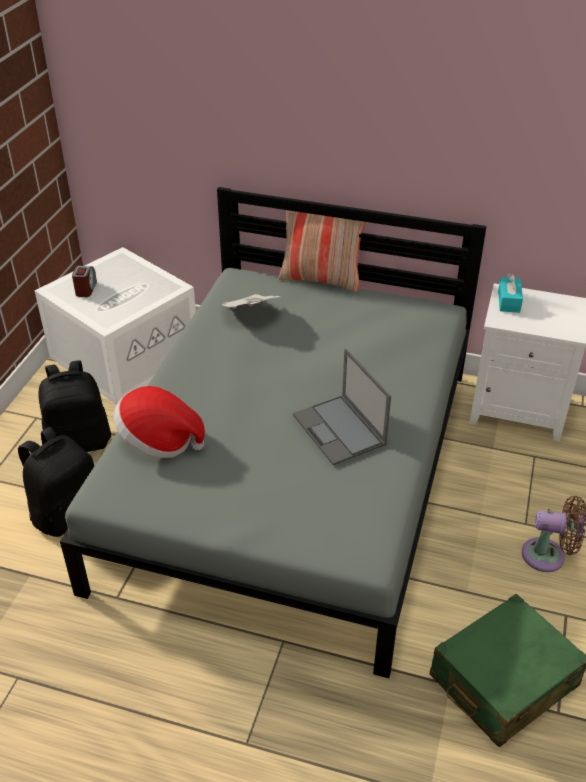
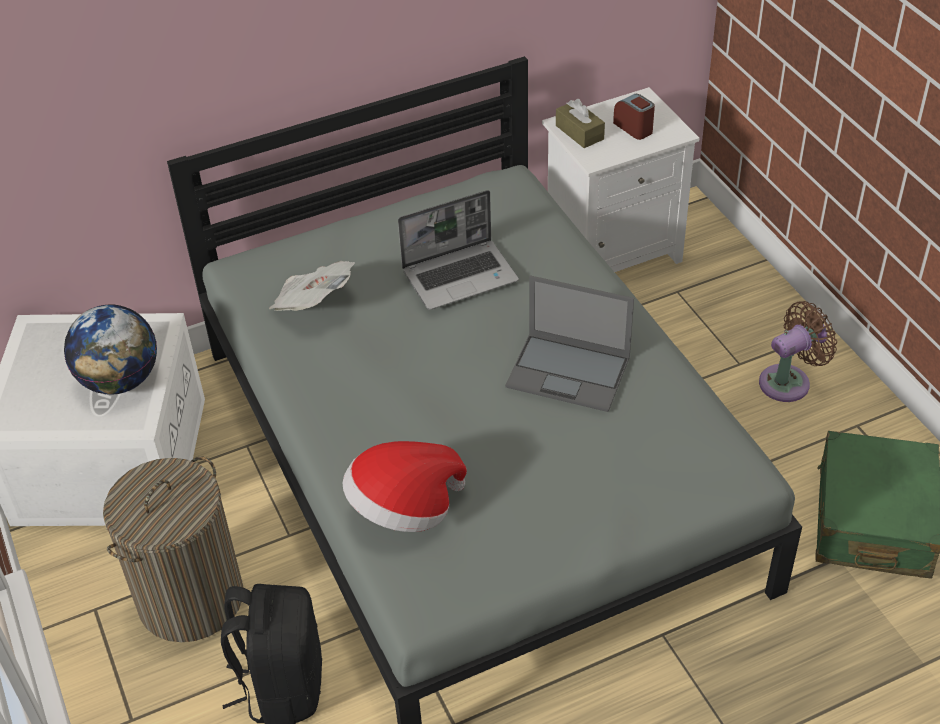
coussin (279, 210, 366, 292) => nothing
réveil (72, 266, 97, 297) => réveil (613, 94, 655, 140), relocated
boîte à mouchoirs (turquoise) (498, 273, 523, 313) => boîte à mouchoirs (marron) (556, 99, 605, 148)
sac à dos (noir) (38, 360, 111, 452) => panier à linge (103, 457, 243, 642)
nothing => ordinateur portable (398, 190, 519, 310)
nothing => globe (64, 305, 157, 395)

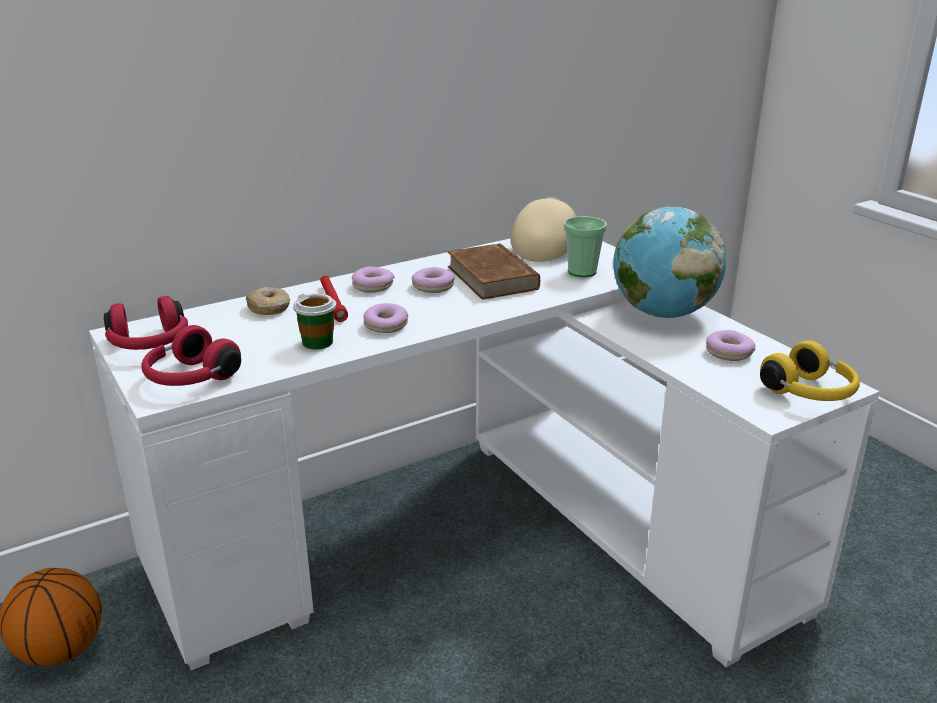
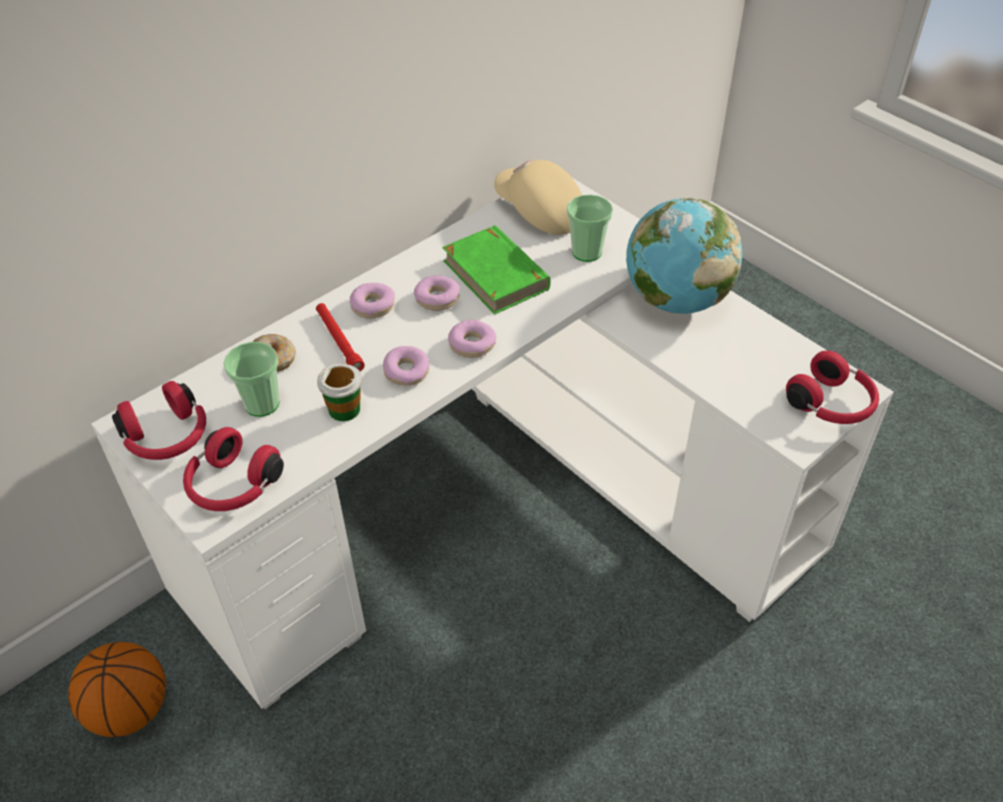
casquette (beige) (511, 197, 576, 262) => casquette (beige) (494, 160, 582, 235), 60 degrees counterclockwise
livre (marron) (447, 243, 540, 300) => livre (vert) (442, 225, 550, 314)
beignet (706, 330, 756, 361) => beignet (448, 320, 496, 358), relocated
casque audio (jaune) (760, 340, 860, 401) => casque audio (rouge) (786, 351, 879, 424)
nothing => tasse (223, 342, 279, 417)

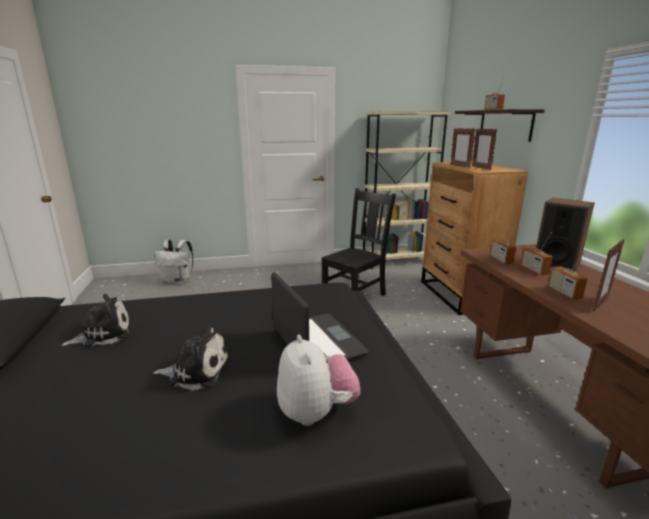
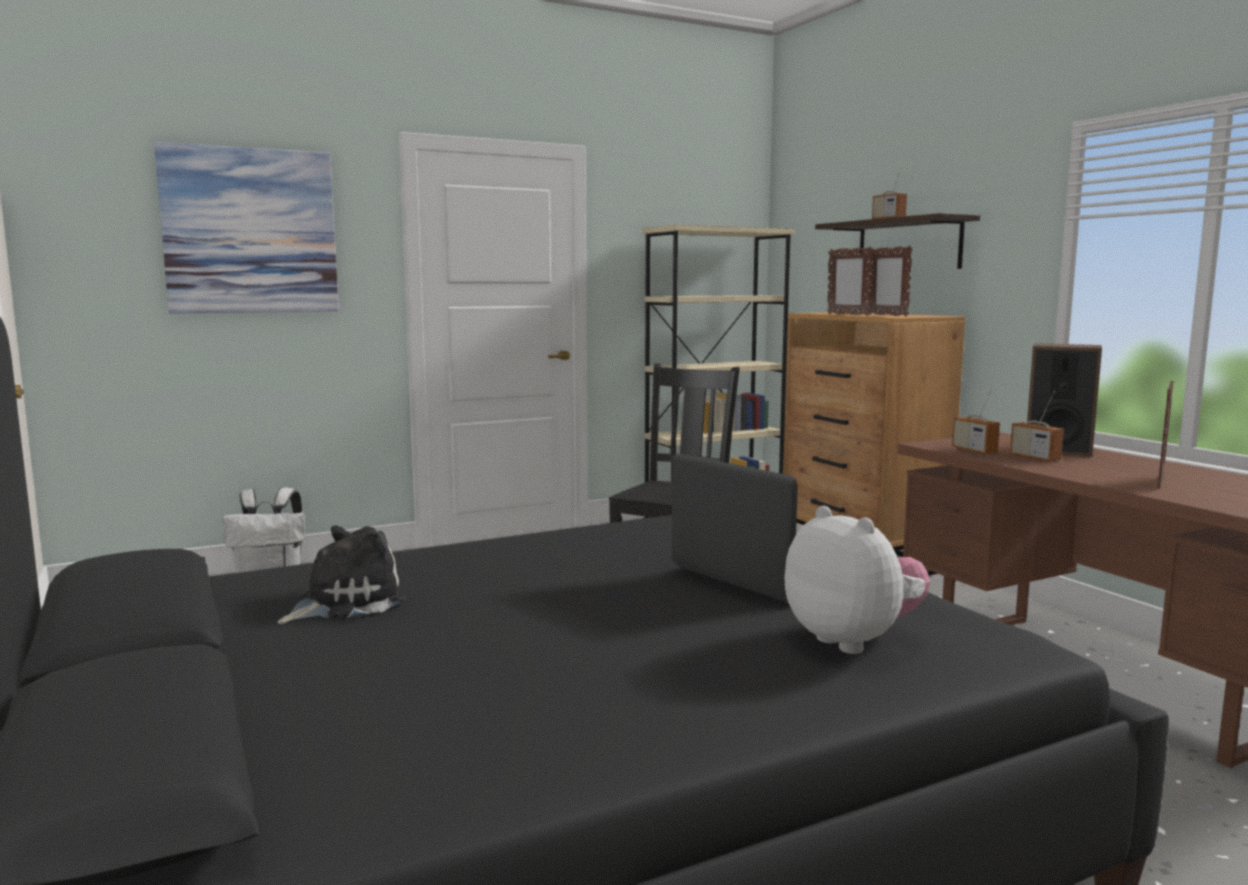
radio (548, 250, 588, 300) => nothing
peluche (153, 324, 230, 391) => nothing
nothing => tableau (154, 142, 339, 314)

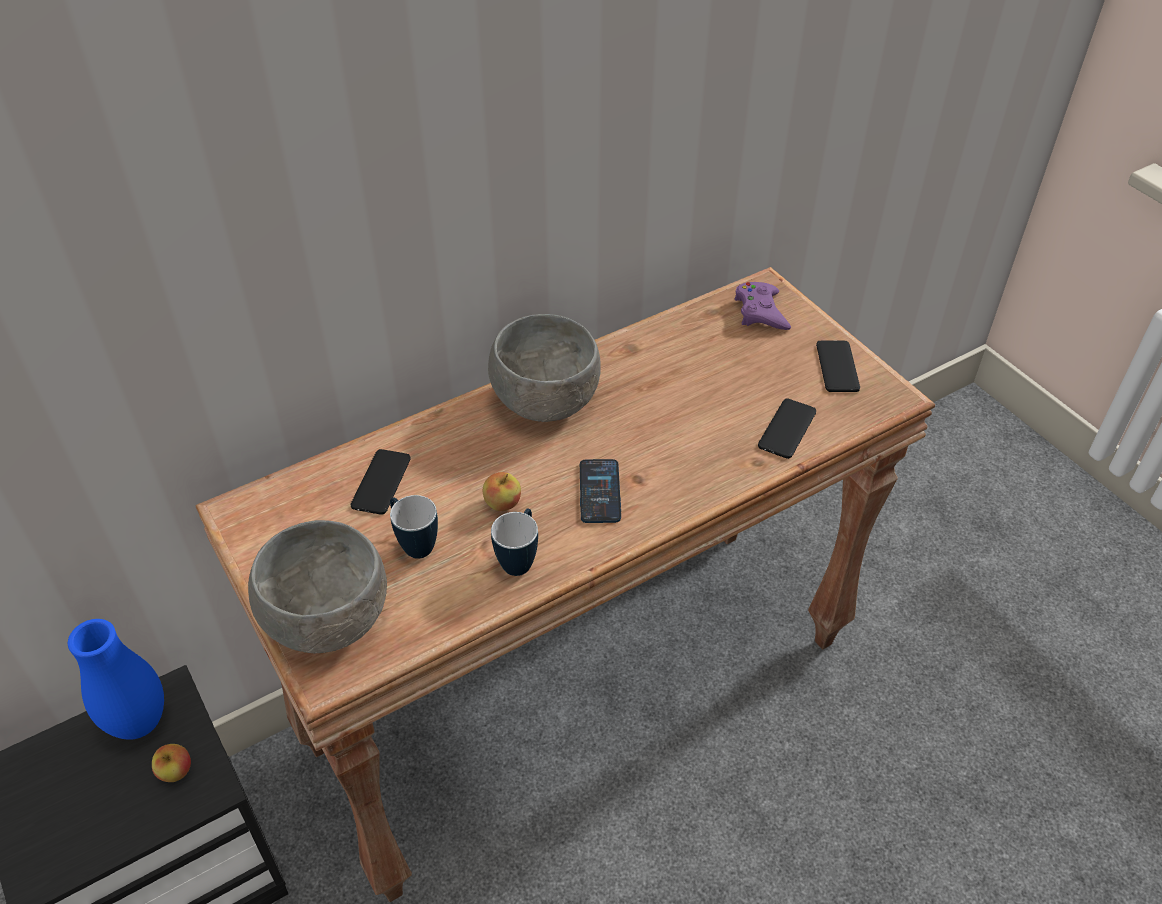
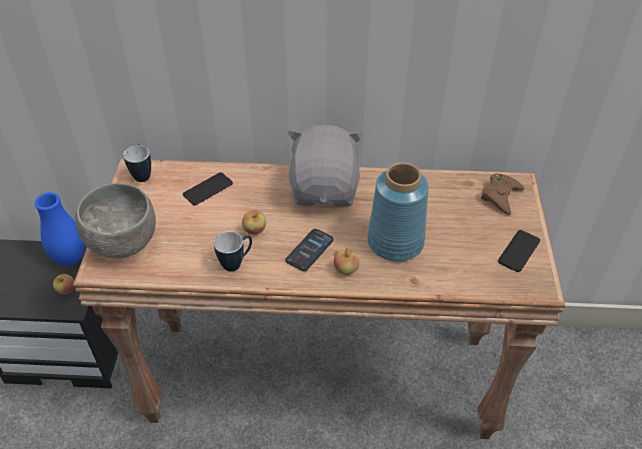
manette (violet) (734, 282, 791, 330) => manette (marron) (481, 173, 524, 215)
bol (gris) (488, 314, 601, 422) => peluche (gris) (288, 125, 364, 207)
téléphone (758, 398, 816, 459) => nothing
mug (390, 495, 438, 559) => mug (123, 144, 151, 182), relocated
nothing => vase (bleu) (367, 162, 429, 262)
nothing => pomme (334, 248, 360, 275)

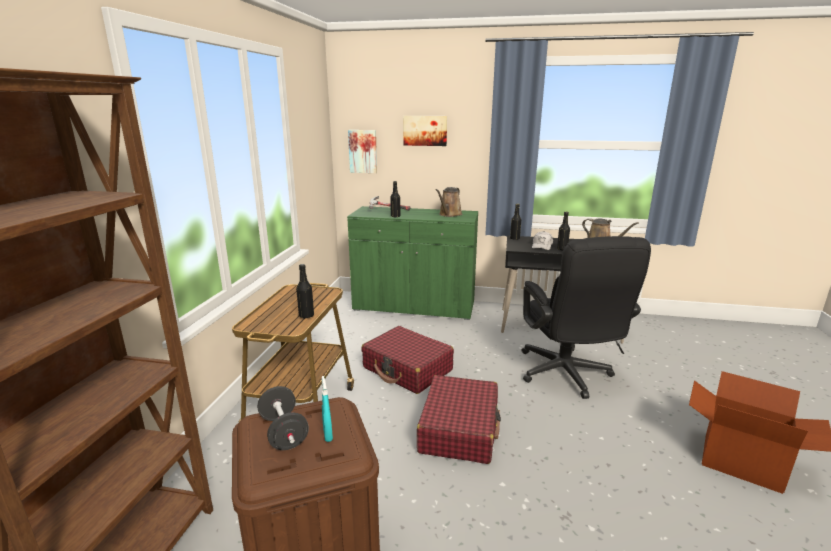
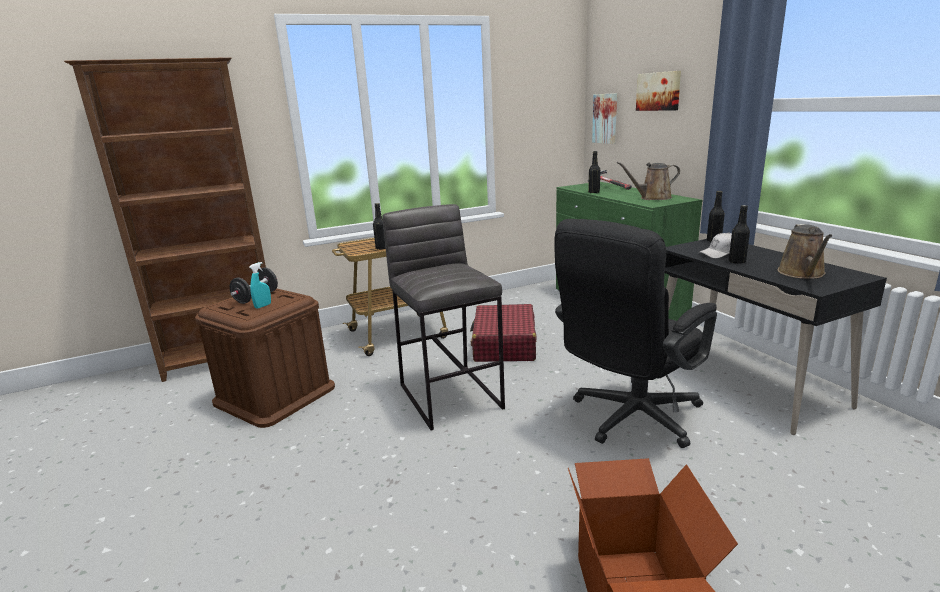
valise (rouge) (417, 375, 501, 464) => tabouret (gris) (382, 204, 505, 430)

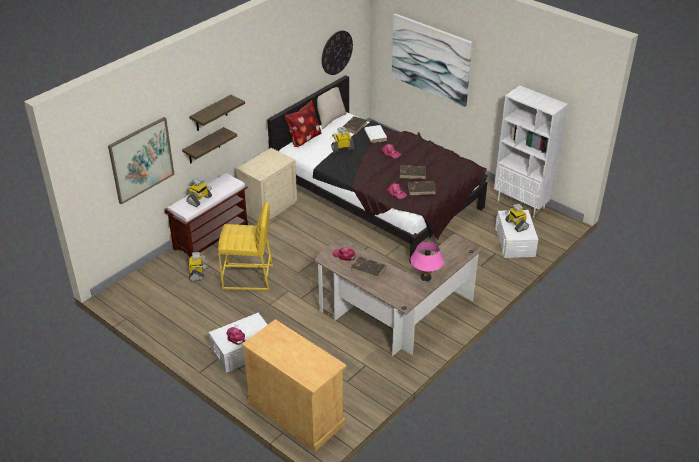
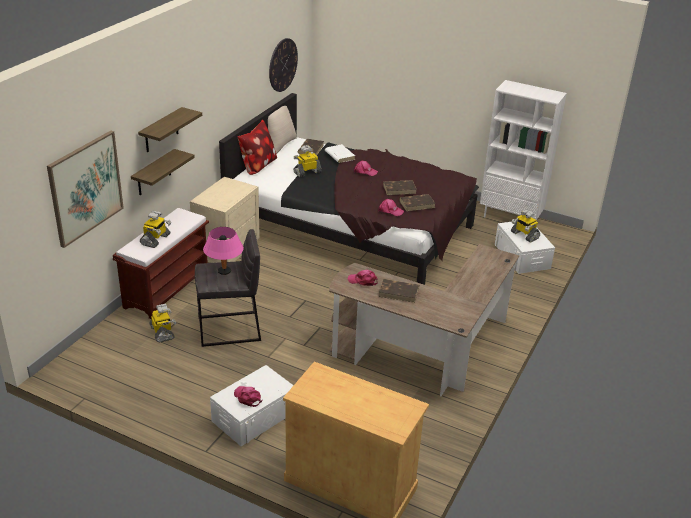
tableau (392, 14, 472, 107) => nothing
tabouret (jaune) (218, 202, 273, 290) => tabouret (gris) (195, 229, 261, 347)
lampe de table (rose) (410, 242, 444, 281) => lampe de table (rose) (203, 227, 244, 275), relocated

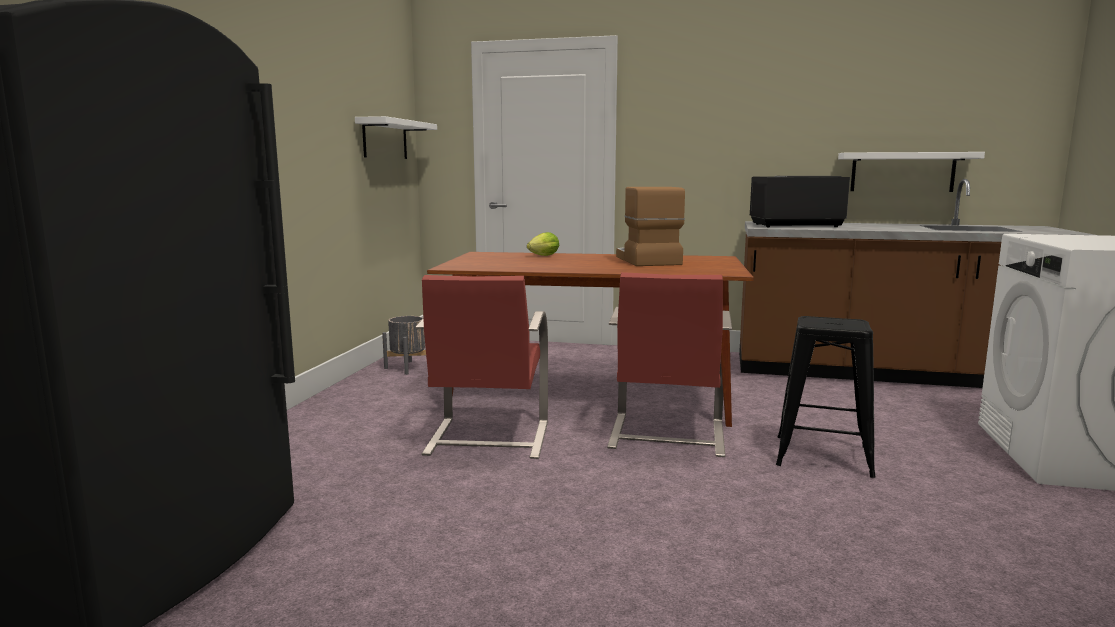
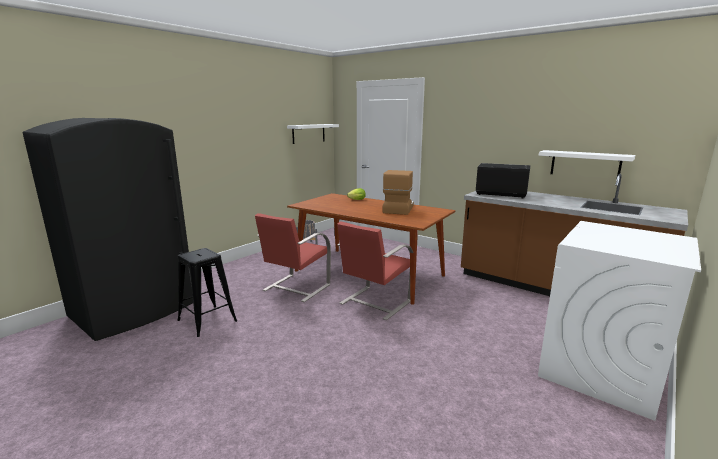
tabouret (noir) (776, 316, 876, 478) => tabouret (noir) (177, 248, 237, 337), relocated

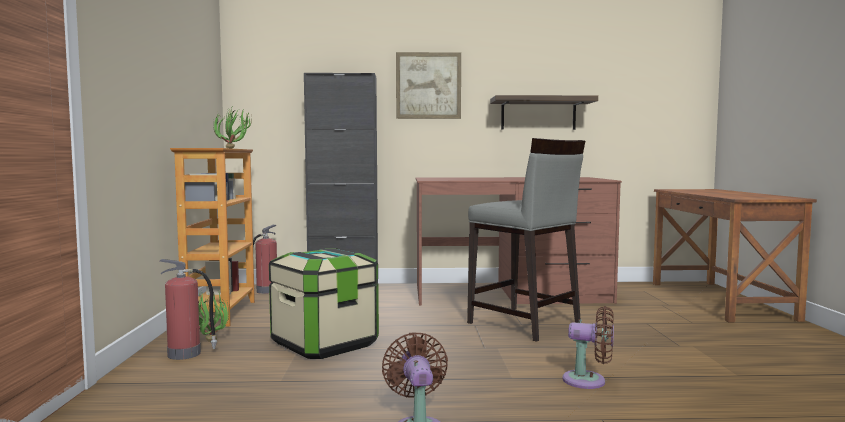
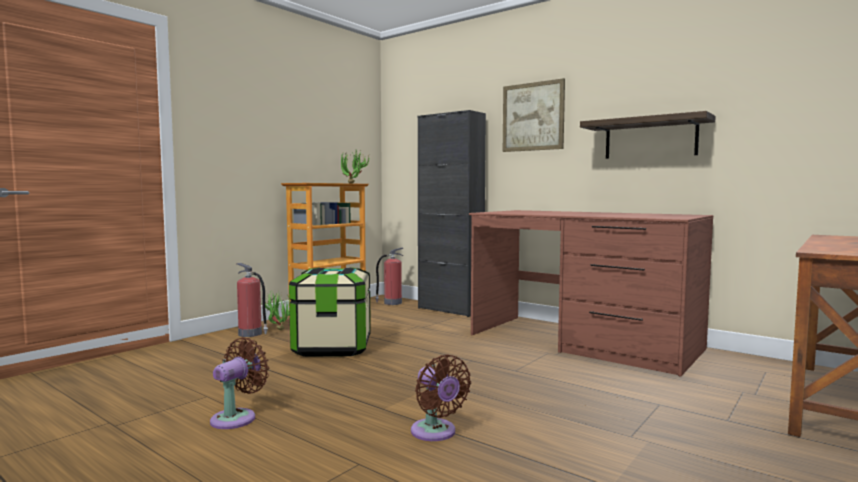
tabouret (gris) (467, 138, 585, 342) => nothing

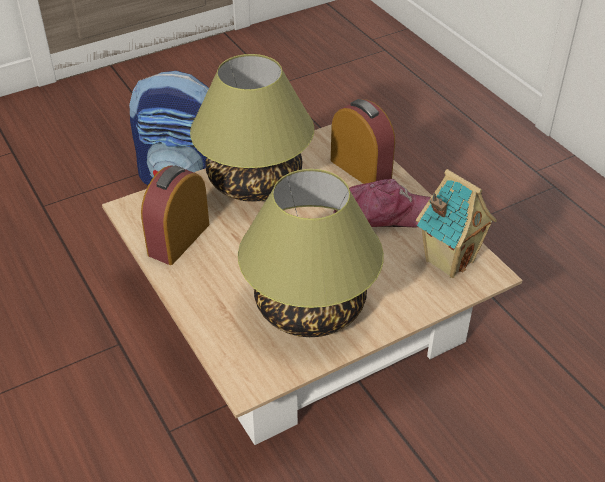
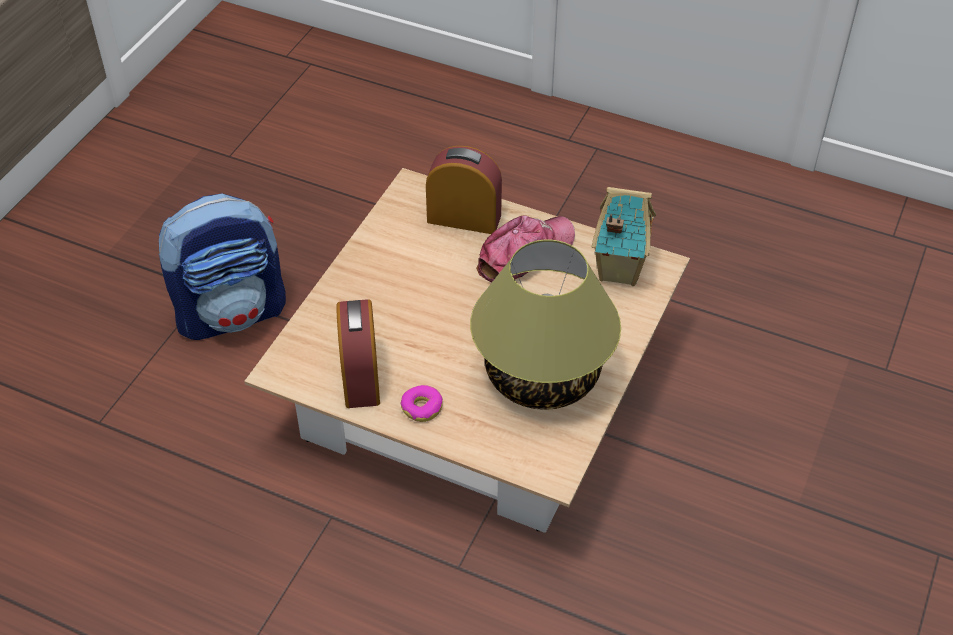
lampe de table (190, 54, 314, 202) => nothing
nothing => beignet (400, 385, 443, 422)

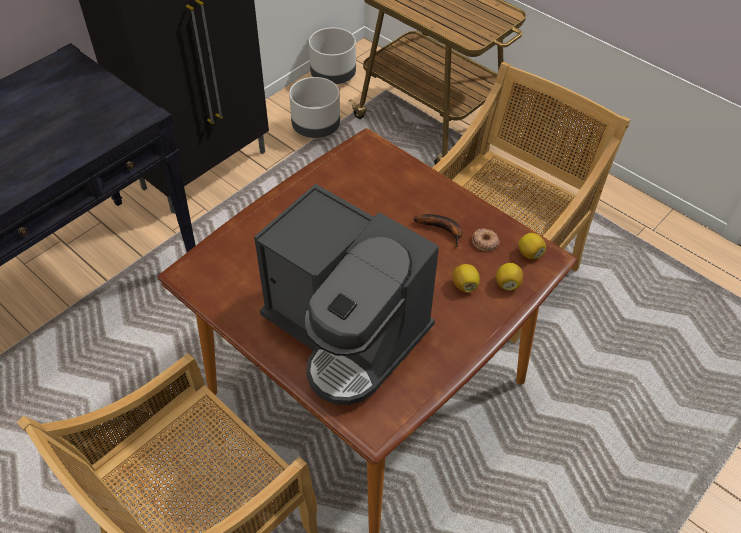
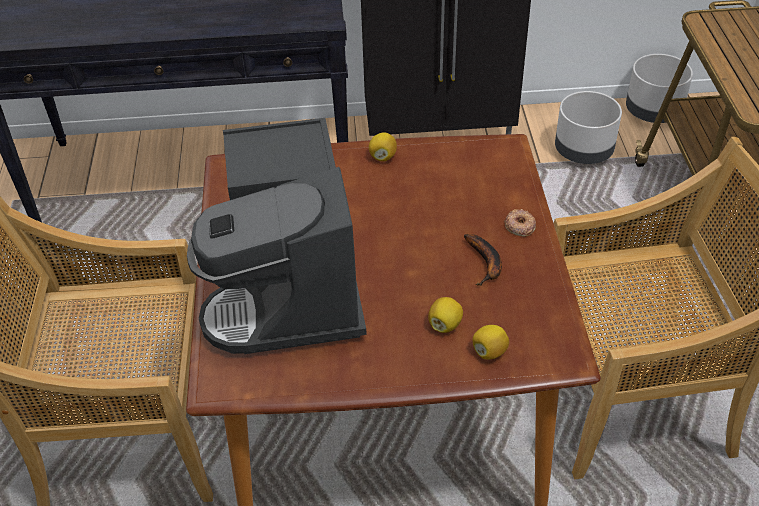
beignet (472, 228, 500, 251) => beignet (504, 209, 536, 237), relocated
citron (518, 233, 546, 259) => citron (369, 132, 397, 161), relocated

